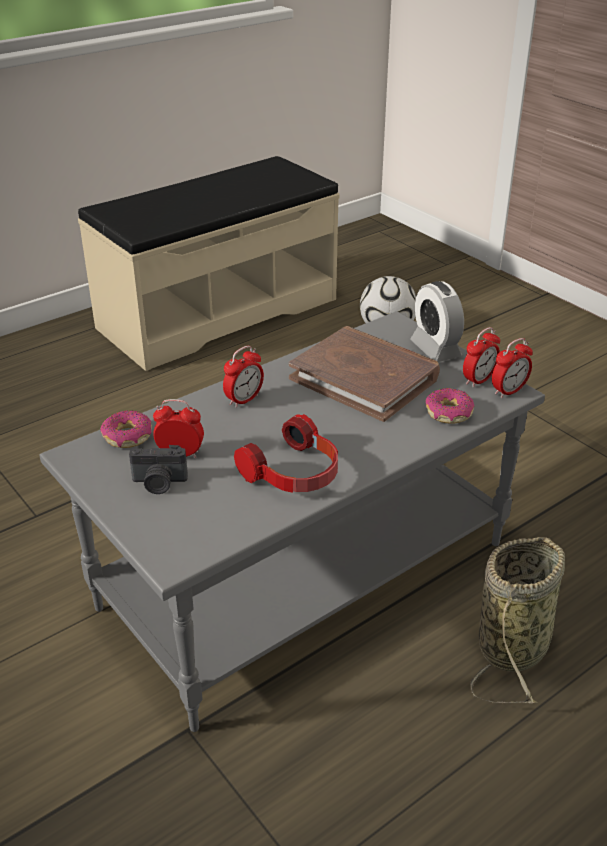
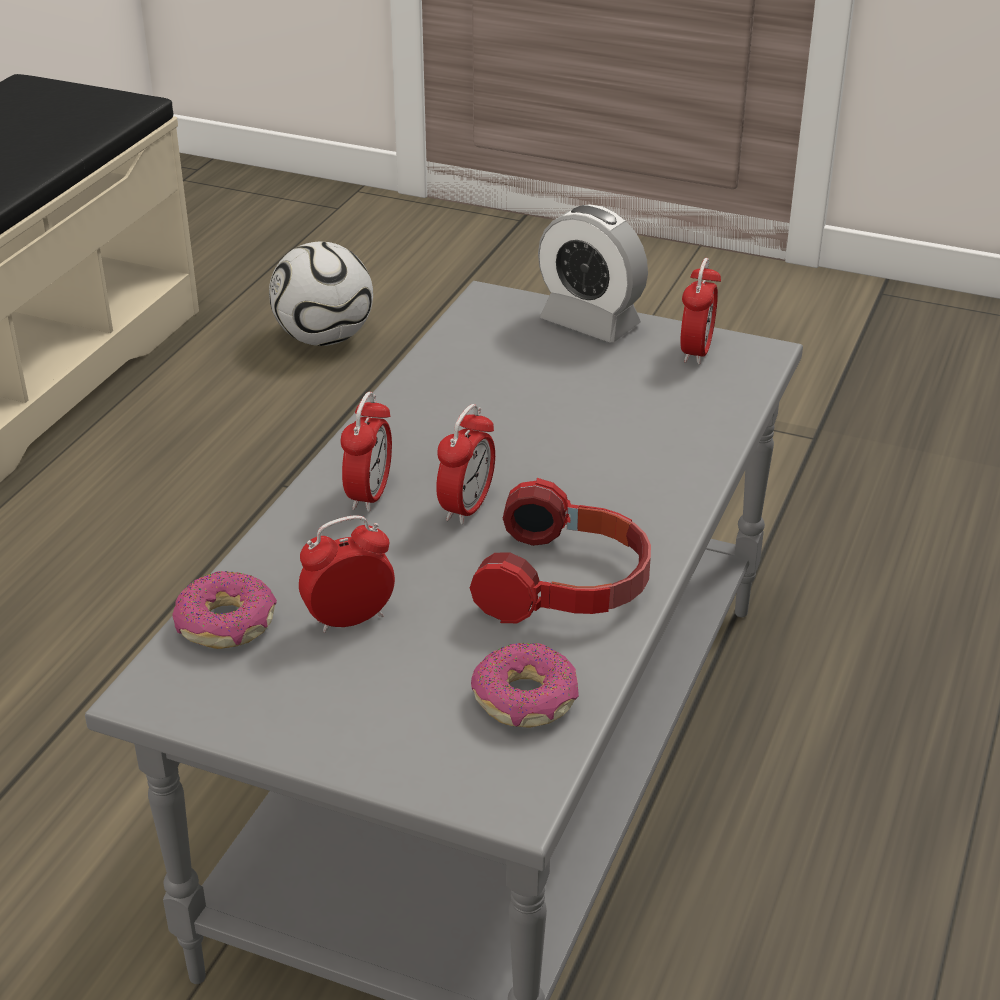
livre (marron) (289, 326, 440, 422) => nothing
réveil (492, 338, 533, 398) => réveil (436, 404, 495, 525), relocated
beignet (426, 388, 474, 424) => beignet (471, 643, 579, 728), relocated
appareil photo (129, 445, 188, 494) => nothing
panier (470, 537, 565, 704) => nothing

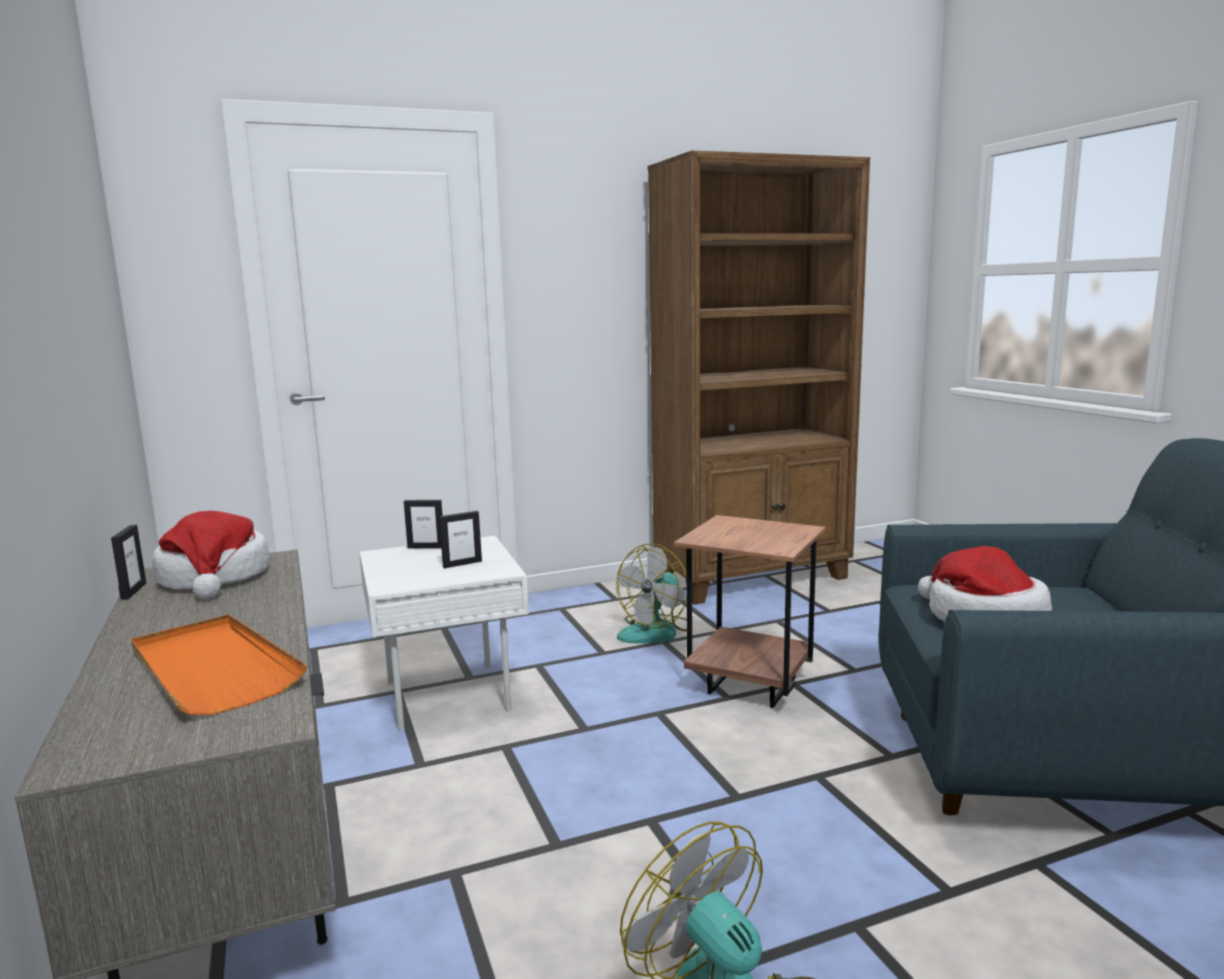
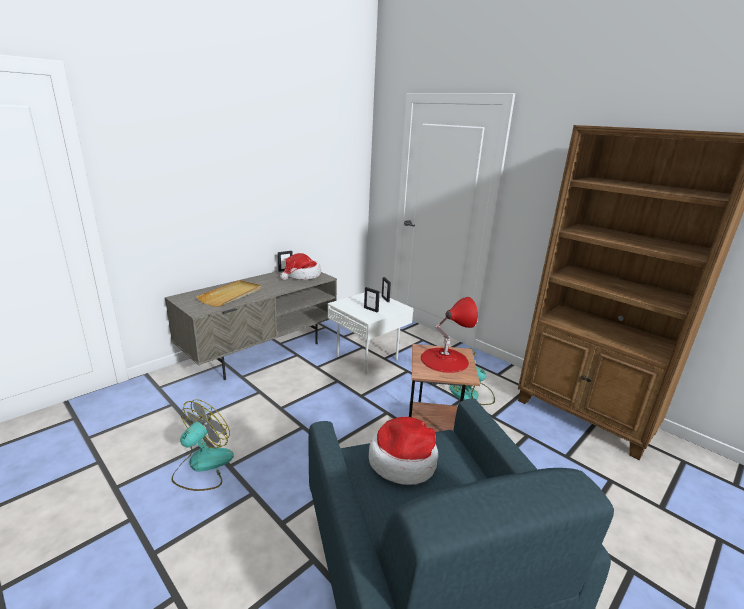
plateau (orange) (131, 614, 308, 715) => plateau (beige) (196, 280, 261, 307)
nothing => lampe de table (rouge) (421, 297, 478, 373)

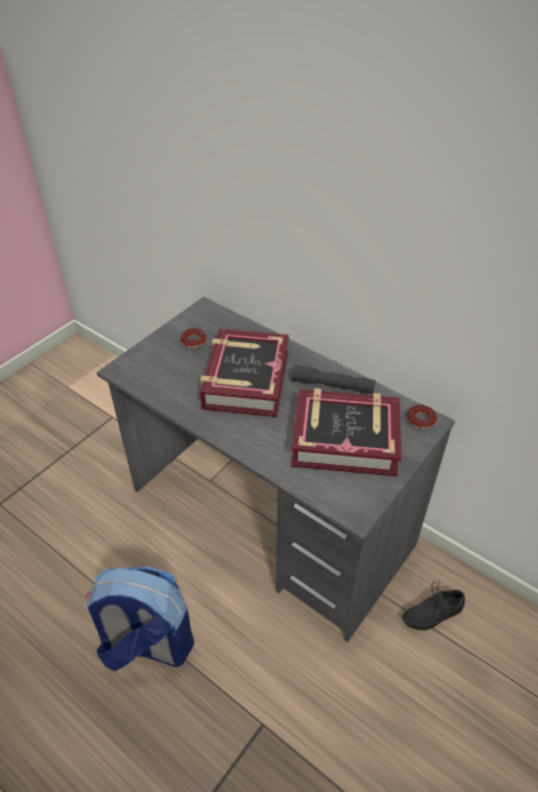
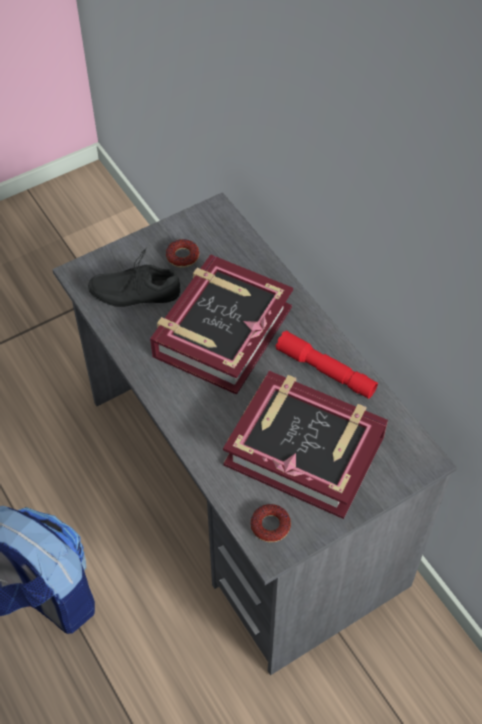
lampe de poche (gris) (291, 365, 376, 394) => lampe de poche (rouge) (275, 330, 378, 399)
beignet (407, 405, 437, 429) => beignet (251, 504, 291, 542), relocated
chaussure (noir) (402, 581, 465, 630) => chaussure (noir) (88, 249, 180, 307), relocated

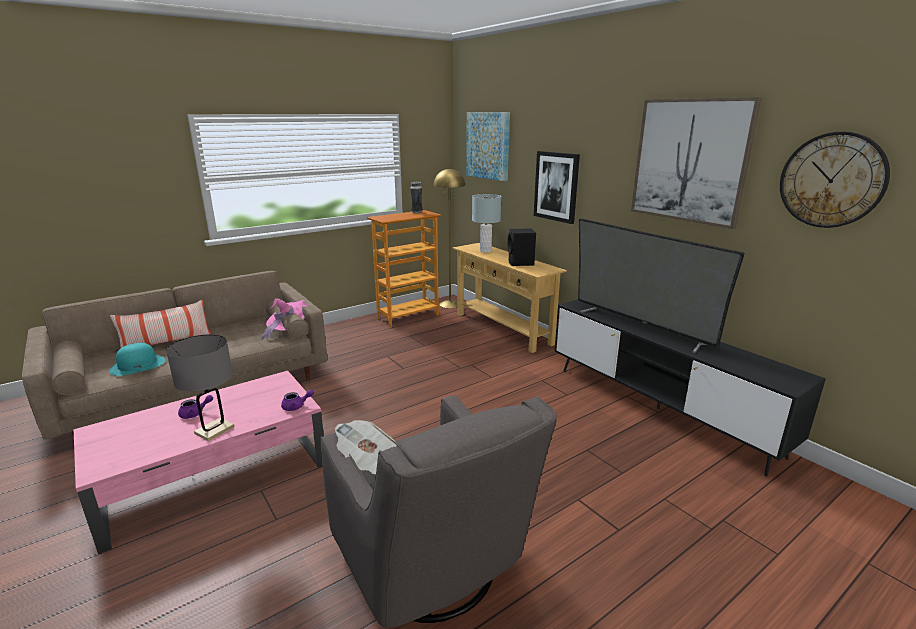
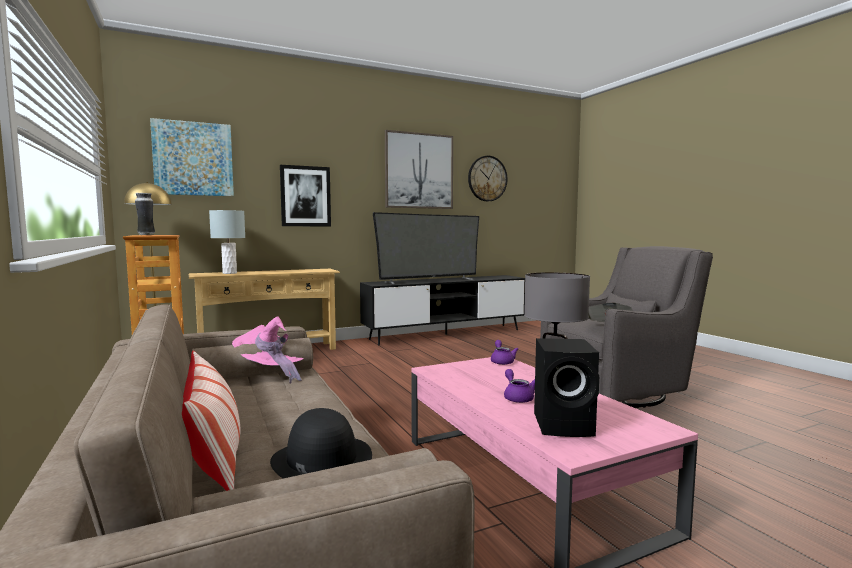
enceinte (noir) (508, 228, 536, 266) => enceinte (noir) (534, 338, 599, 437), relocated
chapeau (turquoise) (109, 343, 165, 376) => chapeau (noir) (270, 408, 372, 478)

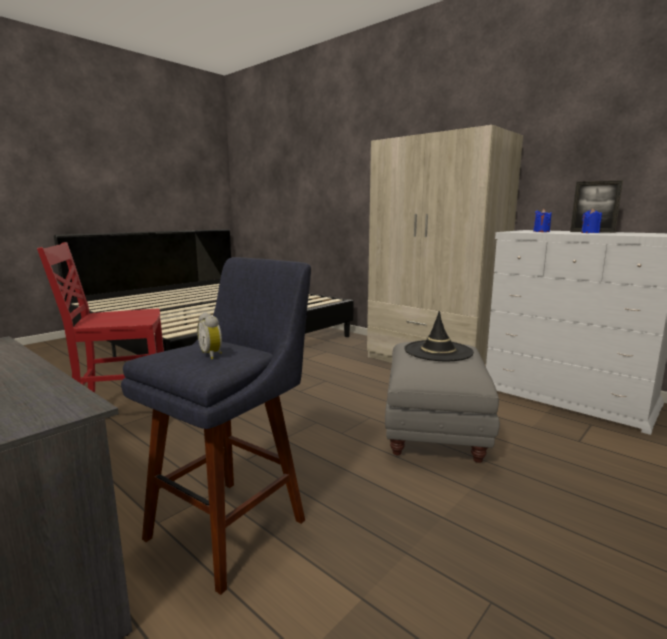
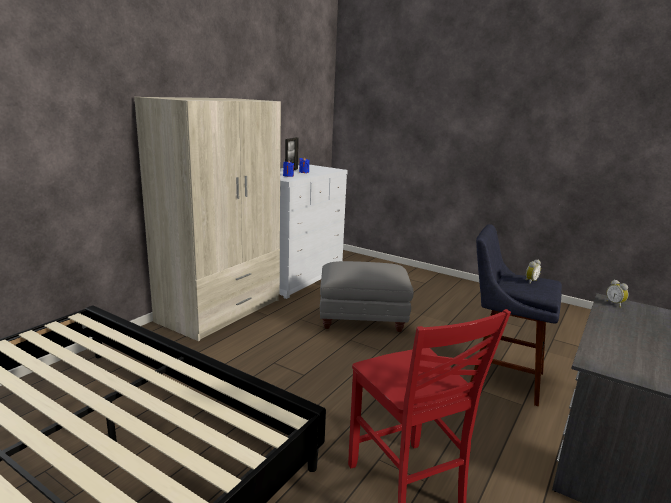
chapeau (noir) (404, 311, 474, 361) => nothing
nothing => réveil (607, 280, 628, 307)

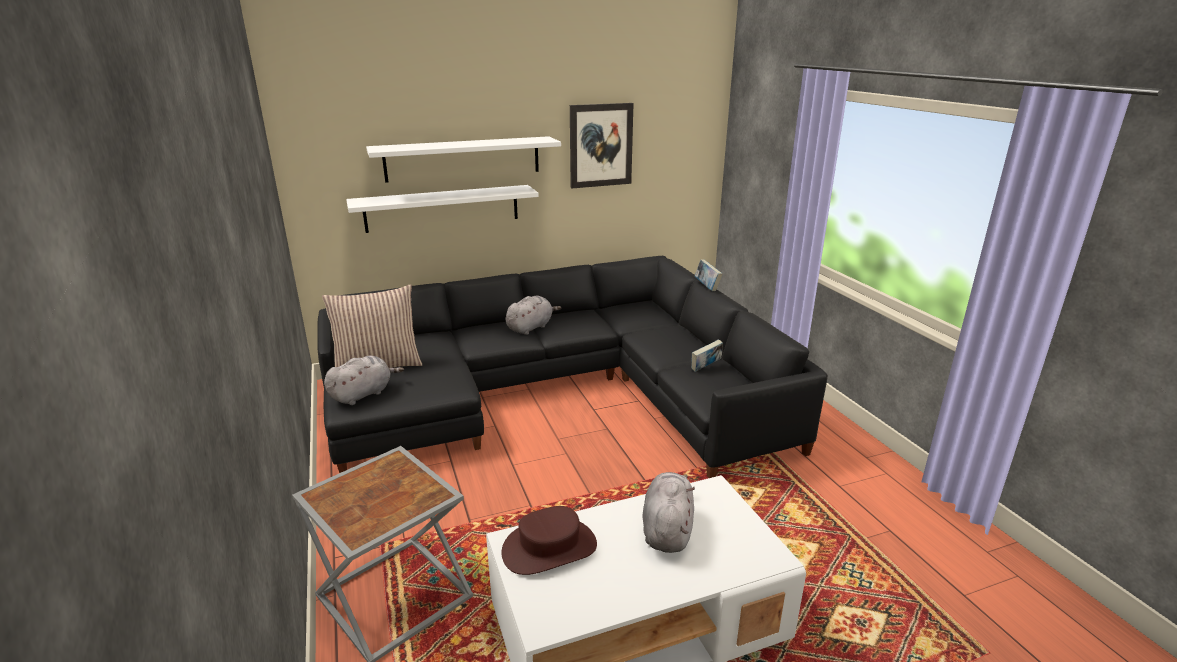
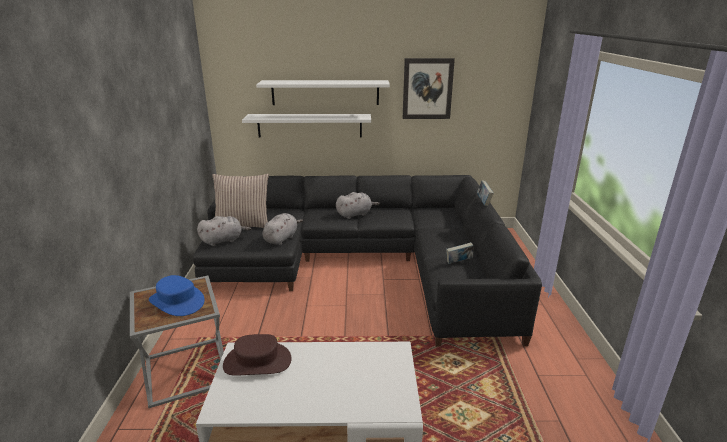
peluche (gris) (643, 472, 695, 553) => peluche (gris) (263, 213, 303, 245), relocated
nothing => chapeau (bleu) (149, 275, 205, 316)

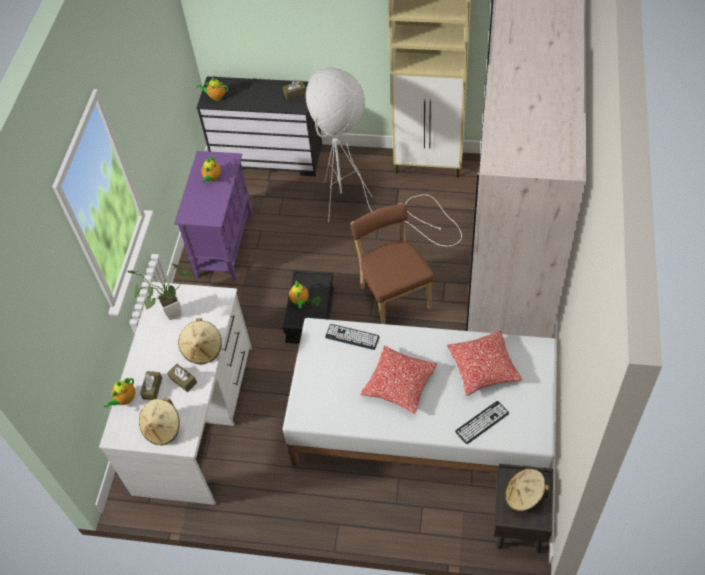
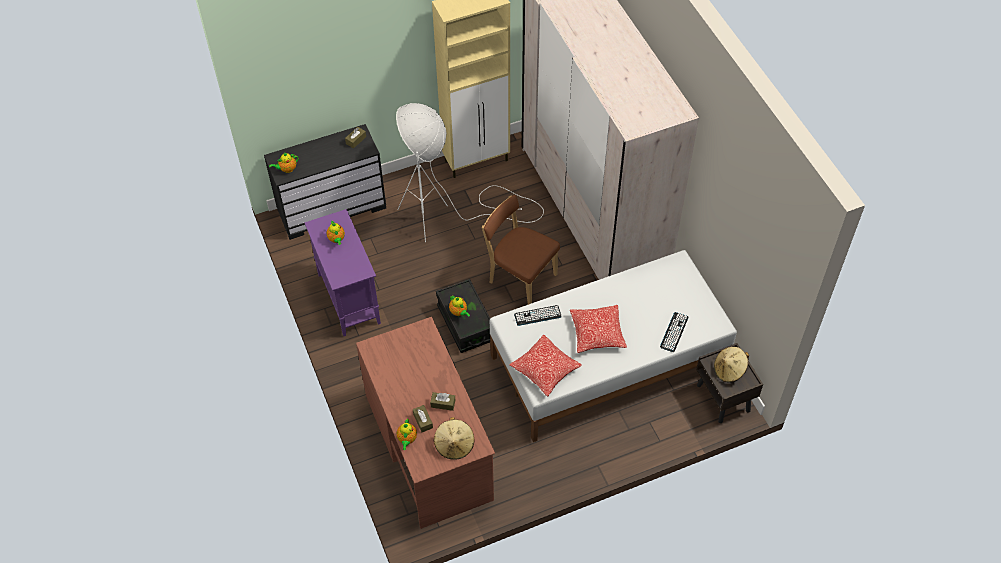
plante en pot (128, 264, 192, 320) => nothing
bureau (blanc) (99, 282, 252, 505) => bureau (marron) (356, 317, 495, 529)
chapeau (beige) (178, 318, 222, 364) => nothing
coussin (447, 331, 522, 396) => coussin (509, 335, 582, 397), relocated

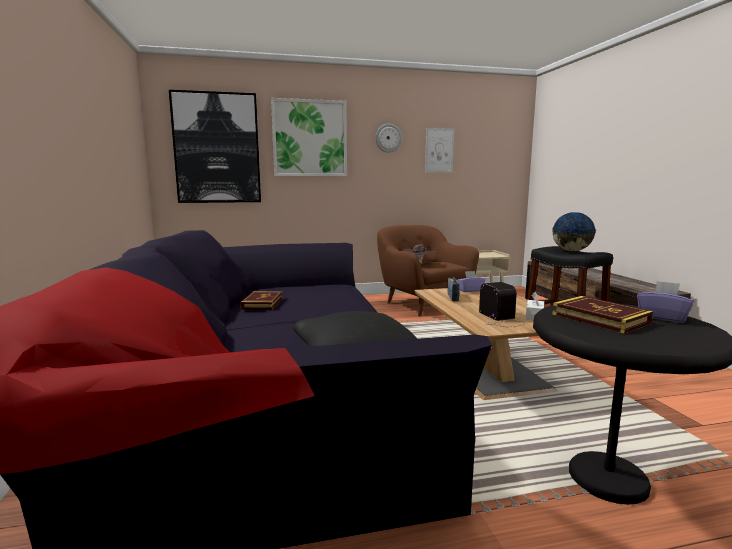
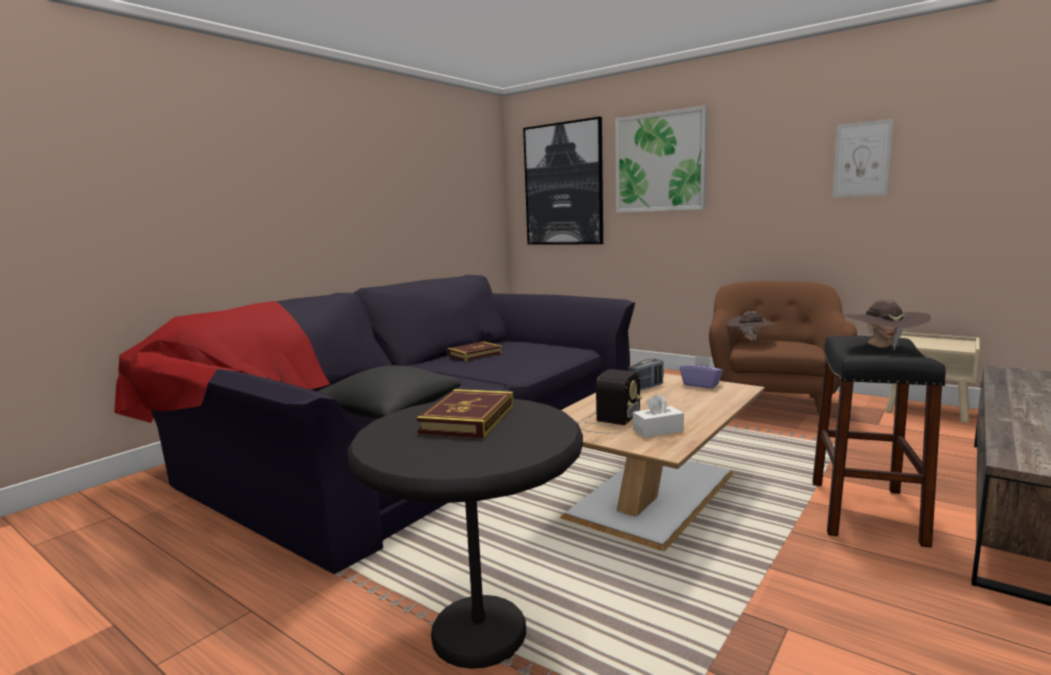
horloge murale (375, 124, 402, 153) => nothing
globe (552, 212, 596, 251) => chapeau (marron) (841, 300, 931, 350)
boîte à mouchoirs (violet) (637, 281, 694, 323) => nothing

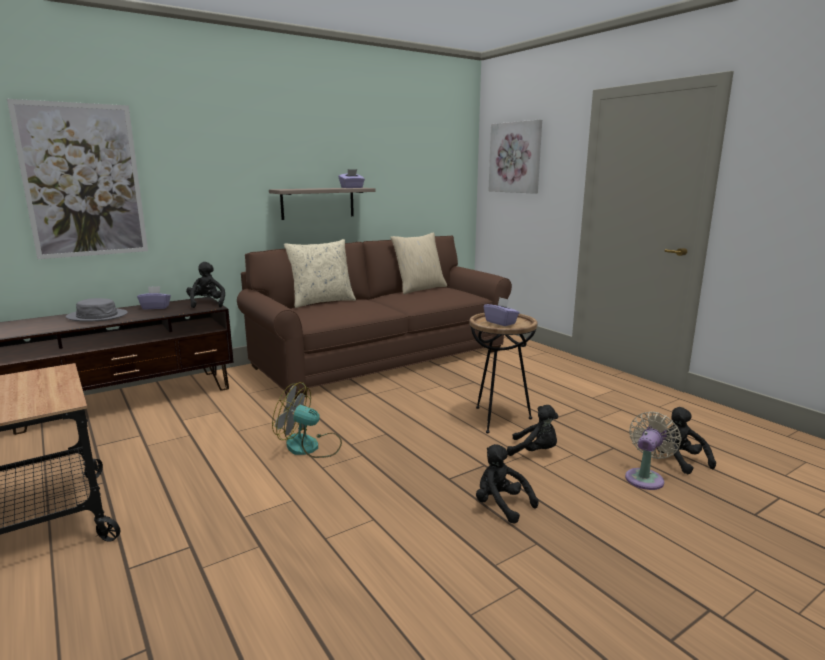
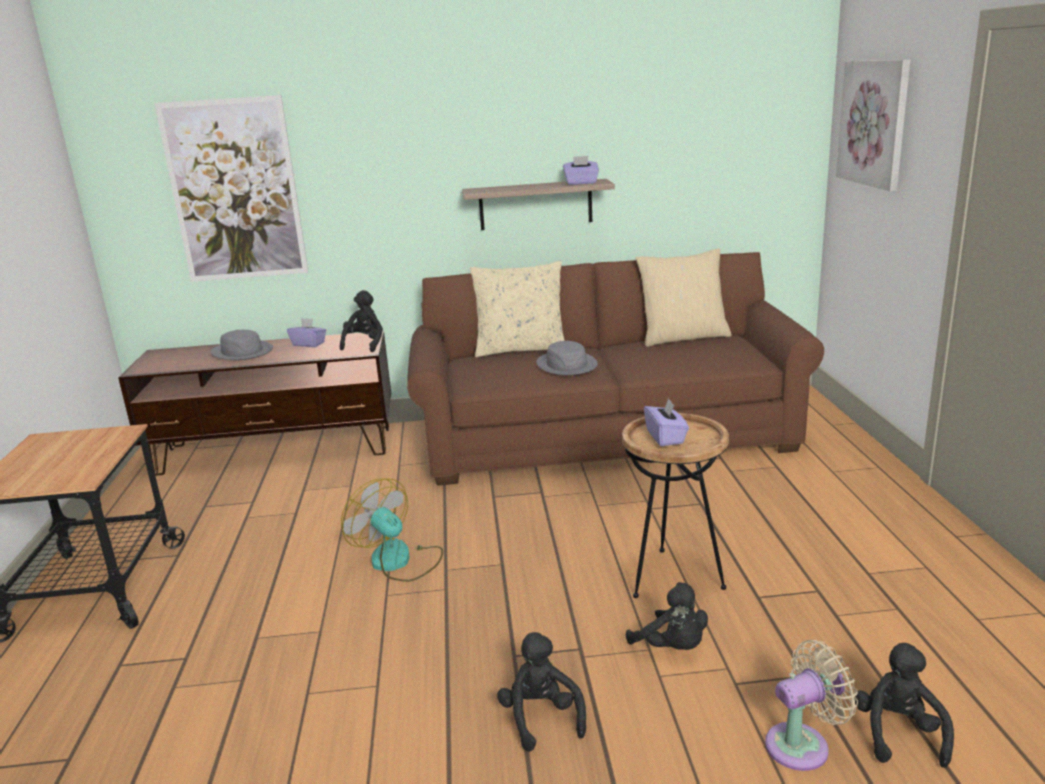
nothing => chapeau (gris) (537, 341, 598, 375)

